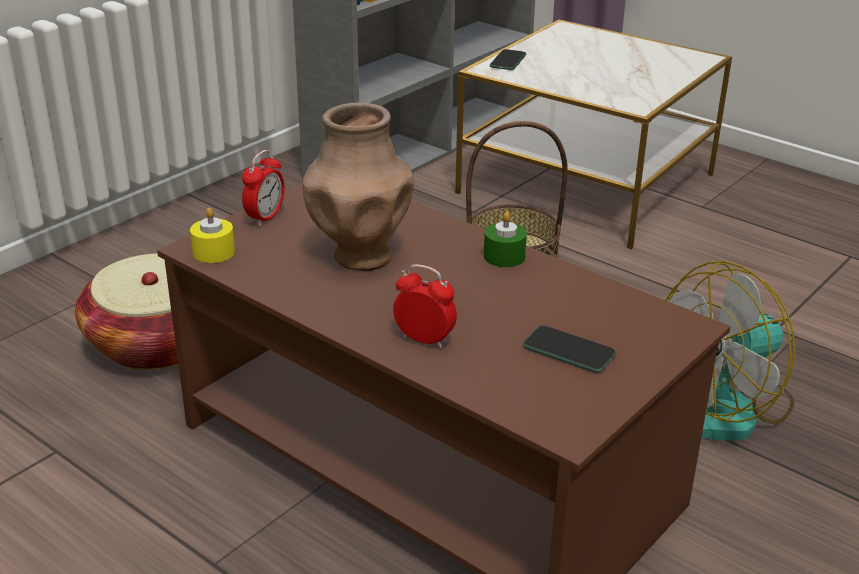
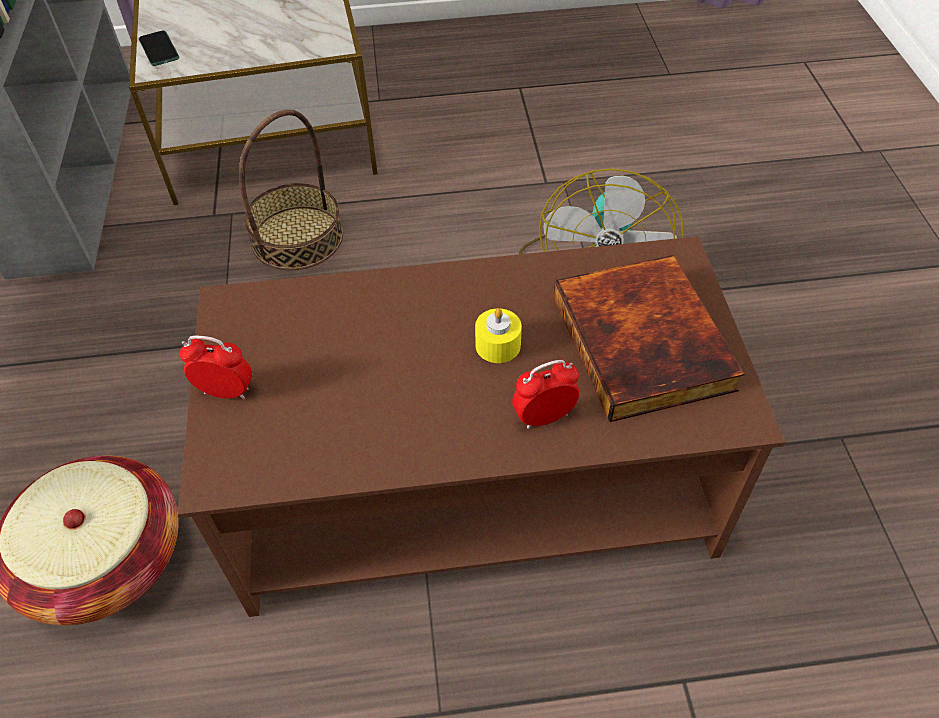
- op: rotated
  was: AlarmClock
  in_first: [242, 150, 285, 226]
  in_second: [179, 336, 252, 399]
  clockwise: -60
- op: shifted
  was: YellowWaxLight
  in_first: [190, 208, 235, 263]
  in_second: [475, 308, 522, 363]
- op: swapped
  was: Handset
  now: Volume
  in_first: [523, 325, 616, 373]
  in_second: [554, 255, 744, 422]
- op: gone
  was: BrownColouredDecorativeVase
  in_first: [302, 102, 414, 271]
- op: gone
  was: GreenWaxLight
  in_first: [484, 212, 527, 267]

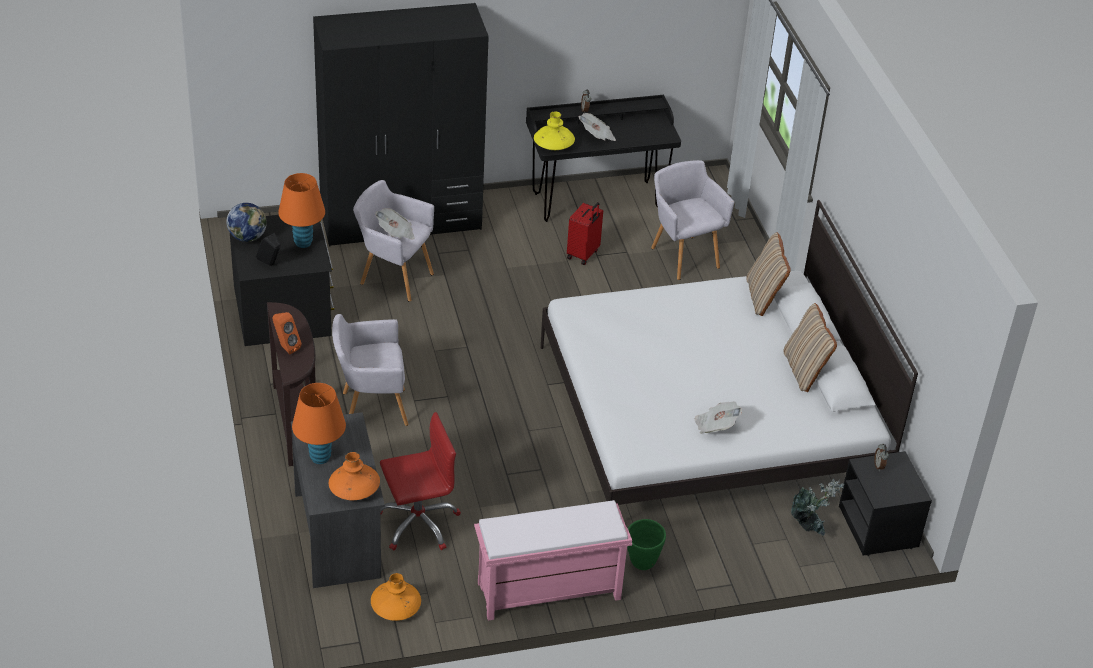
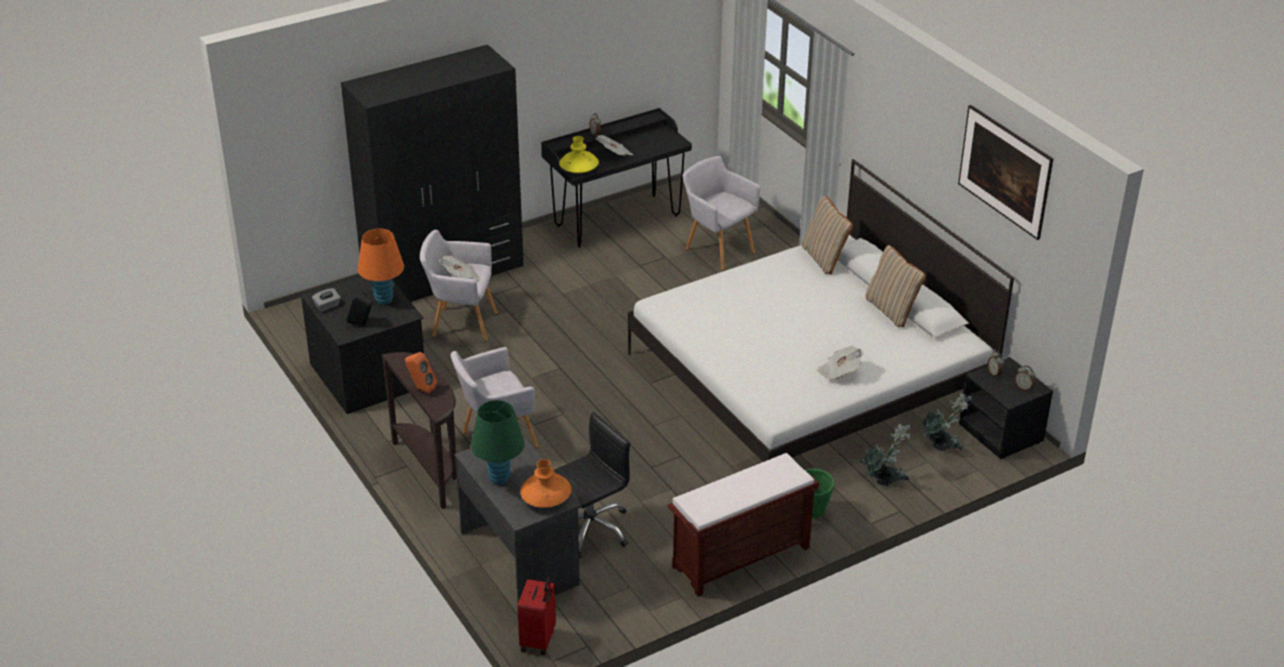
- op: swapped
  was: Globe
  now: GrayTissueHolder
  in_first: [227, 203, 267, 242]
  in_second: [312, 288, 341, 312]
- op: repainted
  was: OrangeColouredTabletopLamp
  now: GreenTabletopLamp
  in_first: [292, 383, 346, 464]
  in_second: [471, 400, 525, 485]
- op: shifted
  was: RedPieceOfLuggage
  in_first: [567, 202, 603, 265]
  in_second: [517, 577, 556, 655]
- op: repainted
  was: RedOfficeChair
  now: BlackishOfficeChair
  in_first: [380, 412, 461, 550]
  in_second: [554, 412, 630, 558]
- op: repainted
  was: PinkColouredBench
  now: BrownColouredBench
  in_first: [474, 500, 632, 621]
  in_second: [668, 453, 819, 597]
- op: new
  now: Houseplant
  in_second: [860, 424, 911, 486]
- op: new
  now: WallPicture
  in_second: [958, 105, 1053, 240]
- op: new
  now: AlarmClock
  in_second: [1015, 365, 1035, 391]
- op: gone
  was: OrangeColouredDecorativeVase
  in_first: [371, 573, 421, 621]

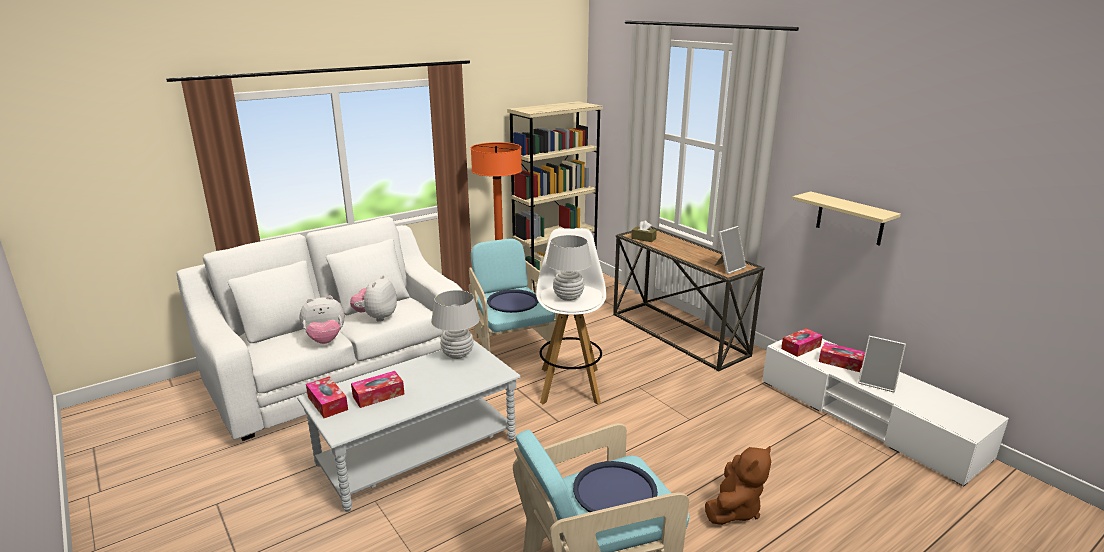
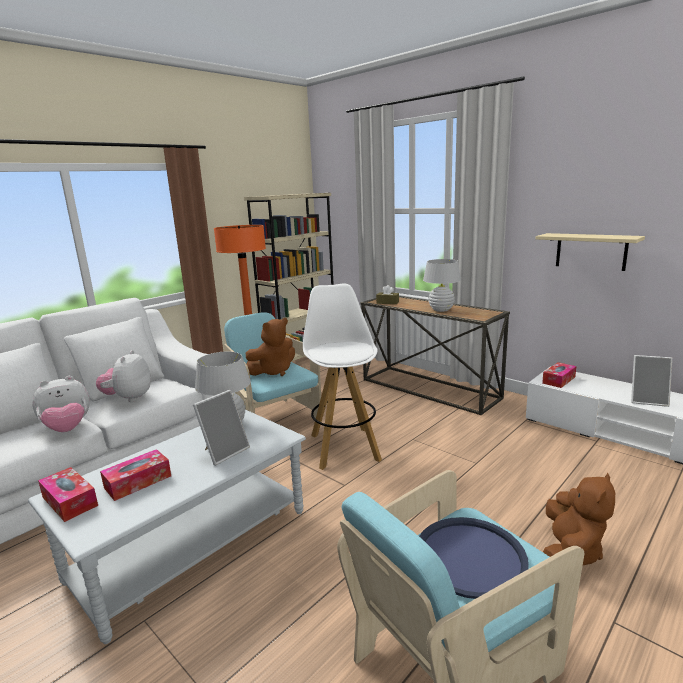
- op: shifted
  was: StandingFrame
  in_first: [714, 226, 746, 274]
  in_second: [193, 390, 250, 466]
- op: swapped
  was: BlueColouredServingTray
  now: BrownColouredSoftToy
  in_first: [487, 289, 538, 313]
  in_second: [246, 318, 295, 376]
- op: shifted
  was: WhiteTabletopLamp
  in_first: [546, 235, 592, 301]
  in_second: [423, 259, 461, 312]
- op: gone
  was: TissueHolder
  in_first: [819, 342, 865, 372]

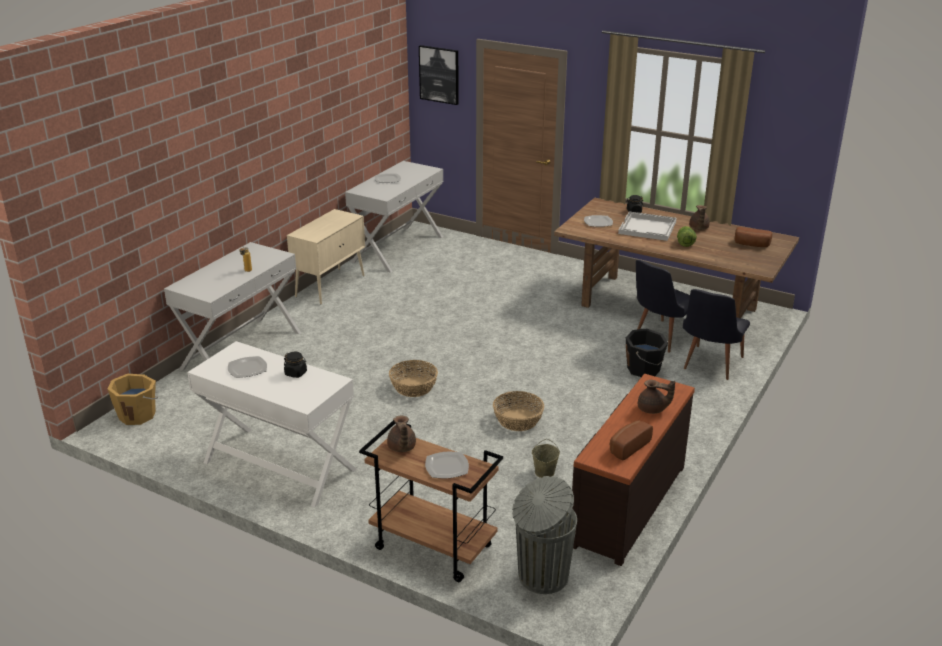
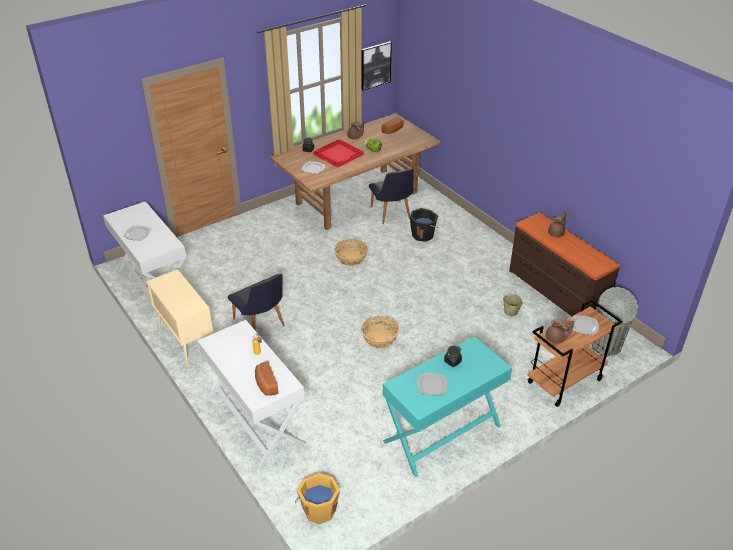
- op: shifted
  was: BlackishPlainChair
  in_first: [683, 289, 750, 380]
  in_second: [228, 274, 285, 331]
- op: shifted
  was: BakeryBread
  in_first: [610, 420, 653, 460]
  in_second: [255, 361, 278, 396]
- op: repainted
  was: WhiteServingTray
  now: RedServingTray
  in_first: [618, 212, 677, 241]
  in_second: [313, 139, 364, 168]
- op: shifted
  was: HouseholdBasket
  in_first: [493, 391, 545, 431]
  in_second: [334, 239, 368, 266]
- op: shifted
  was: WallPicture
  in_first: [419, 45, 459, 105]
  in_second: [362, 41, 392, 91]
- op: repainted
  was: WhiteDeskTable
  now: TurquoiseDeskTable
  in_first: [187, 341, 357, 508]
  in_second: [382, 336, 512, 477]

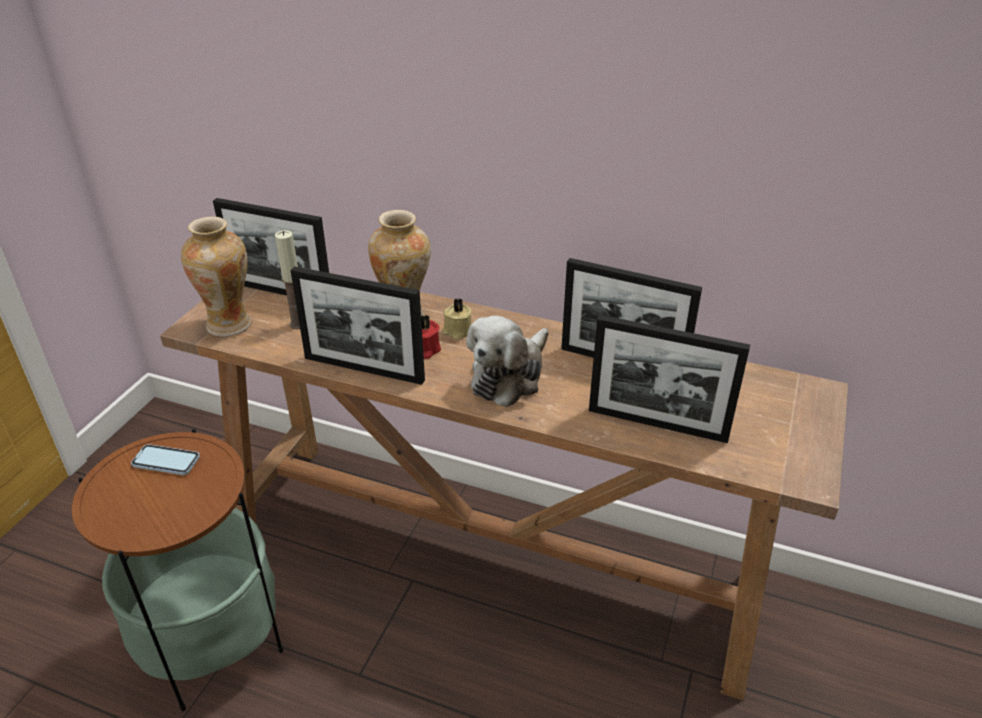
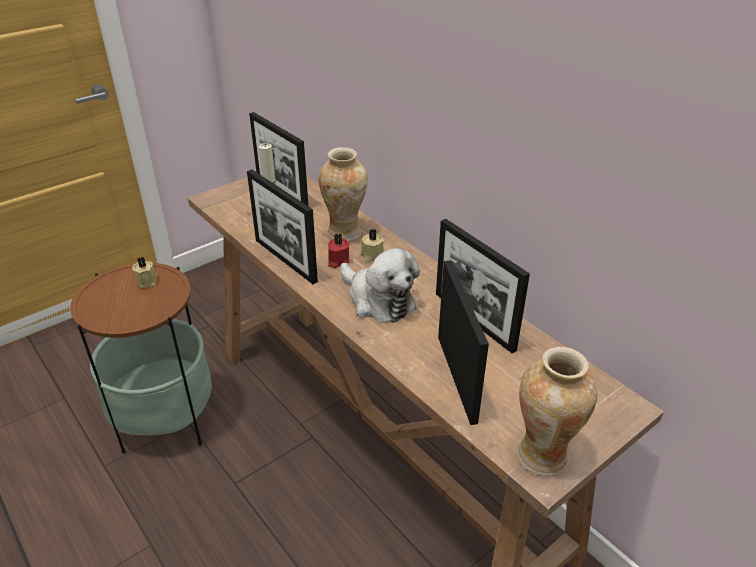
- op: swapped
  was: Handset
  now: SandColouredWaxLight
  in_first: [131, 444, 200, 475]
  in_second: [132, 257, 157, 289]
- op: rotated
  was: SoftToy
  in_first: [466, 316, 549, 407]
  in_second: [340, 248, 420, 323]
  clockwise: -105
- op: rotated
  was: StandingFrame
  in_first: [589, 315, 750, 443]
  in_second: [438, 260, 489, 425]
  clockwise: -150
- op: shifted
  was: DecorativeVase
  in_first: [181, 217, 251, 337]
  in_second: [517, 347, 598, 477]

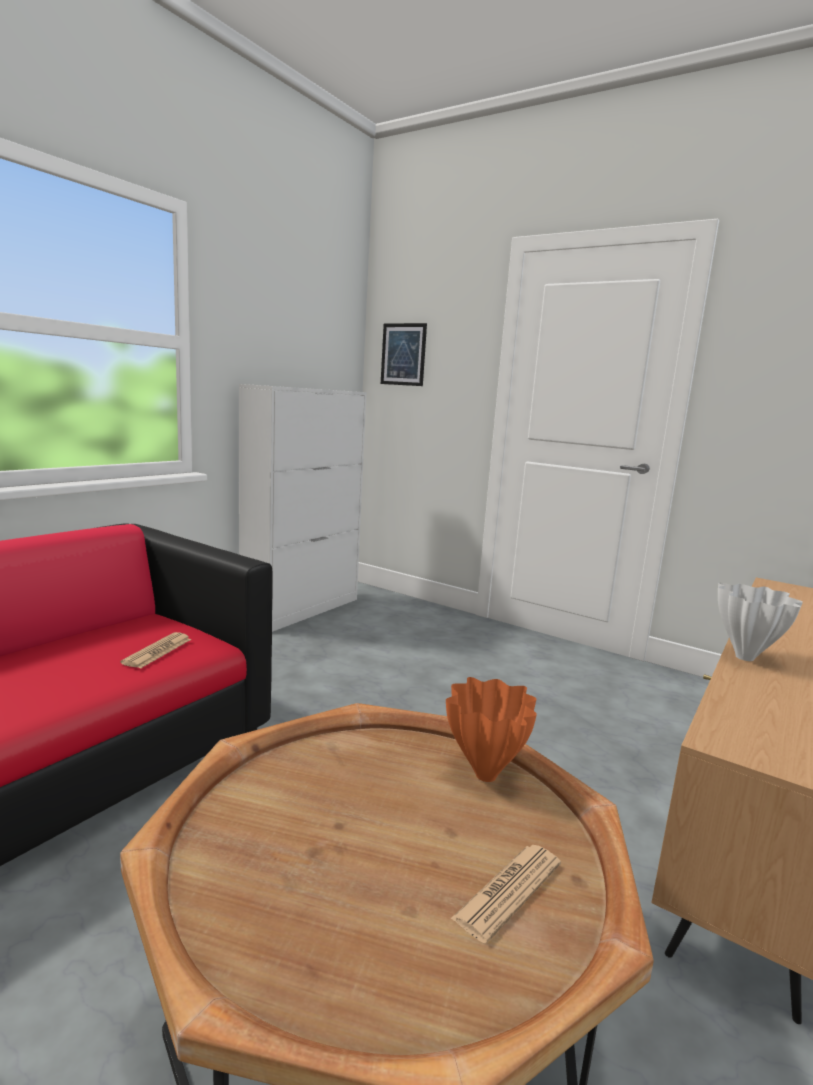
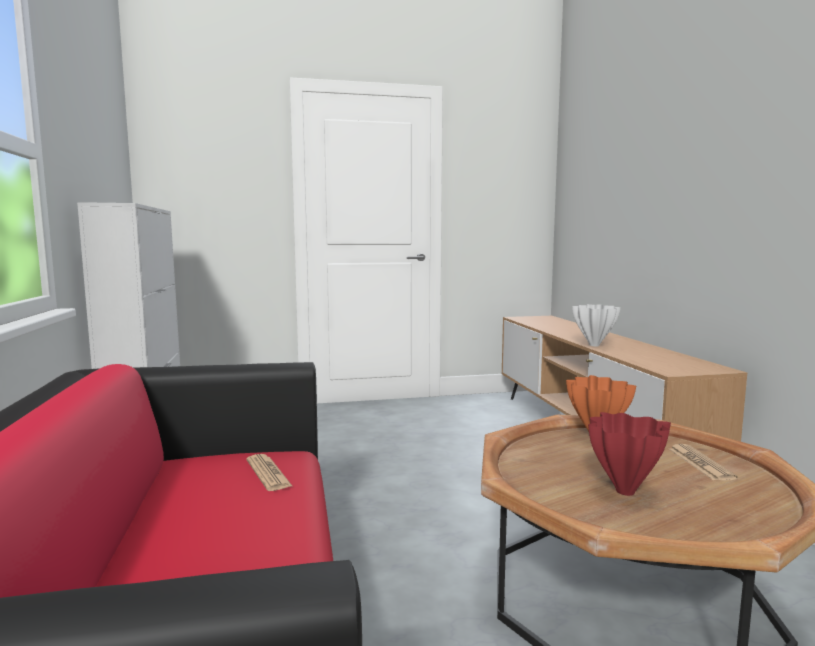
- op: new
  now: RedDecorativeVase
  in_second: [588, 412, 671, 496]
- op: gone
  was: WallPicture
  in_first: [381, 323, 427, 386]

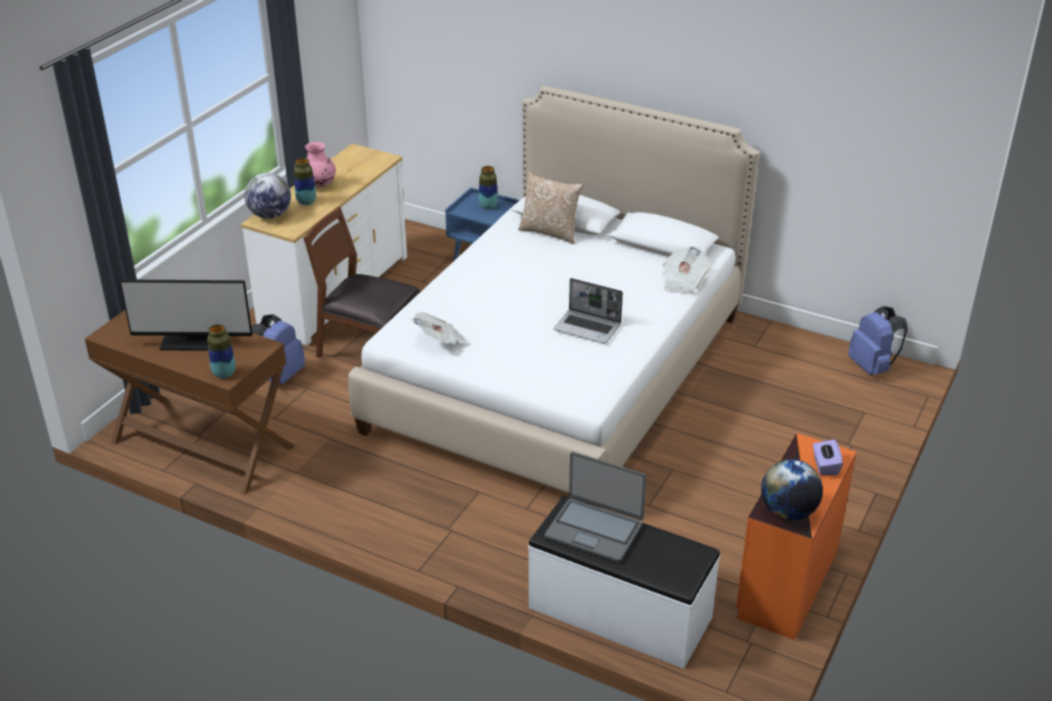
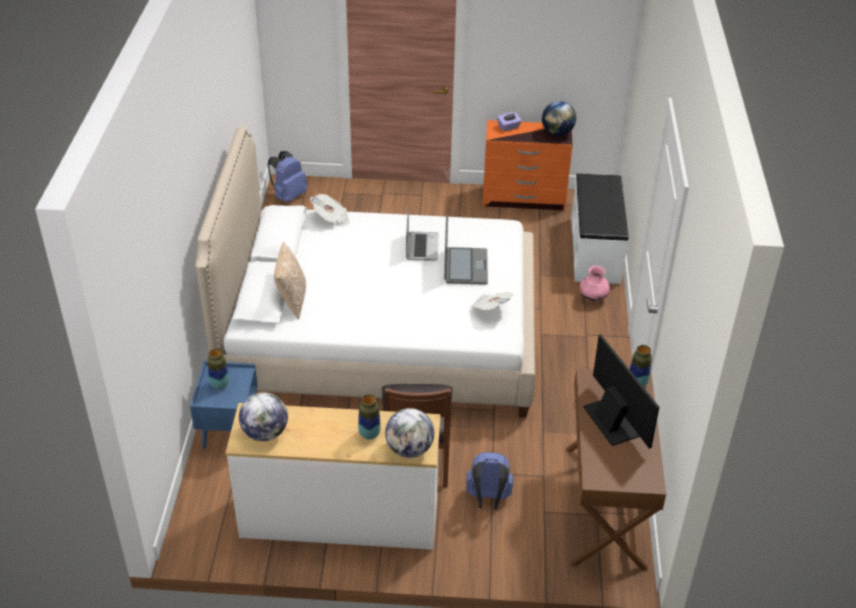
- op: new
  now: Globe
  in_second: [239, 392, 288, 441]
- op: shifted
  was: Laptop
  in_first: [545, 452, 647, 562]
  in_second: [444, 215, 488, 285]
- op: shifted
  was: PinkColouredDecorativeVase
  in_first: [305, 142, 336, 188]
  in_second: [580, 266, 610, 301]

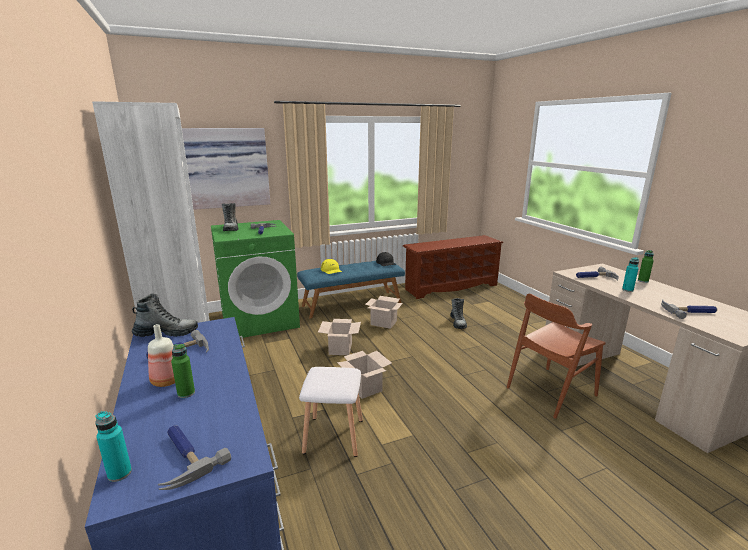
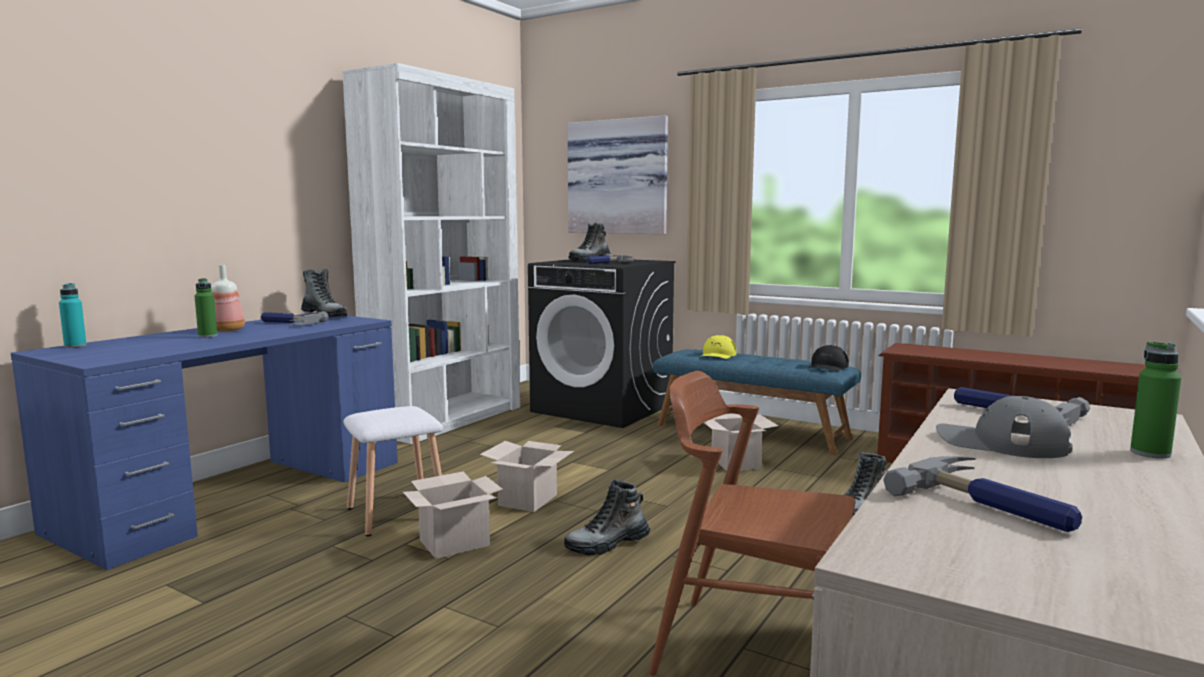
- op: shifted
  was: CardboardBox
  in_first: [318, 319, 361, 355]
  in_second: [403, 471, 503, 559]
- op: repainted
  was: GreenLaundryMachine
  now: BlackishLaundryMachine
  in_first: [211, 220, 300, 338]
  in_second: [528, 259, 676, 428]
- op: new
  now: TallBoot
  in_second: [564, 479, 650, 555]
- op: swapped
  was: TurquoiseBottle
  now: GrayPeakedCap
  in_first: [622, 257, 639, 292]
  in_second: [936, 396, 1073, 458]
- op: gone
  was: Hammer
  in_first: [158, 425, 231, 490]

